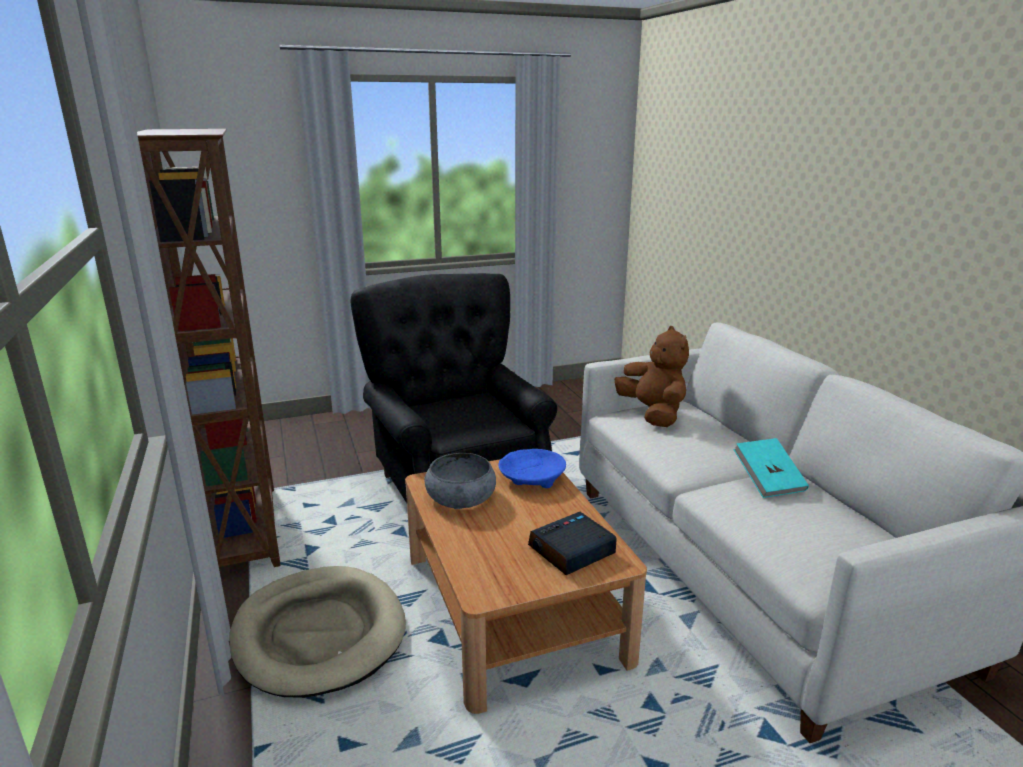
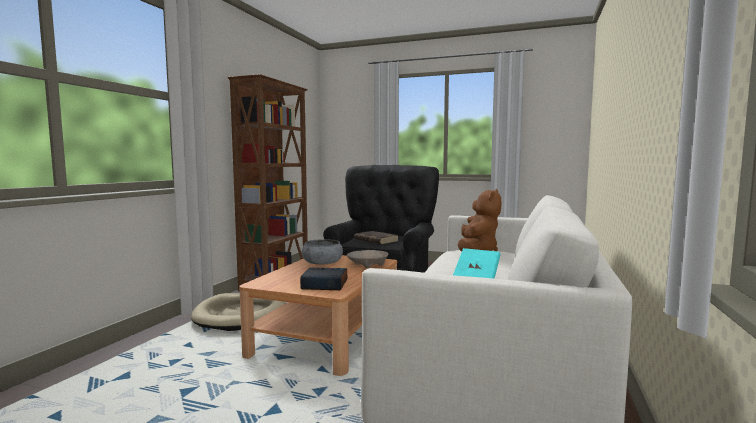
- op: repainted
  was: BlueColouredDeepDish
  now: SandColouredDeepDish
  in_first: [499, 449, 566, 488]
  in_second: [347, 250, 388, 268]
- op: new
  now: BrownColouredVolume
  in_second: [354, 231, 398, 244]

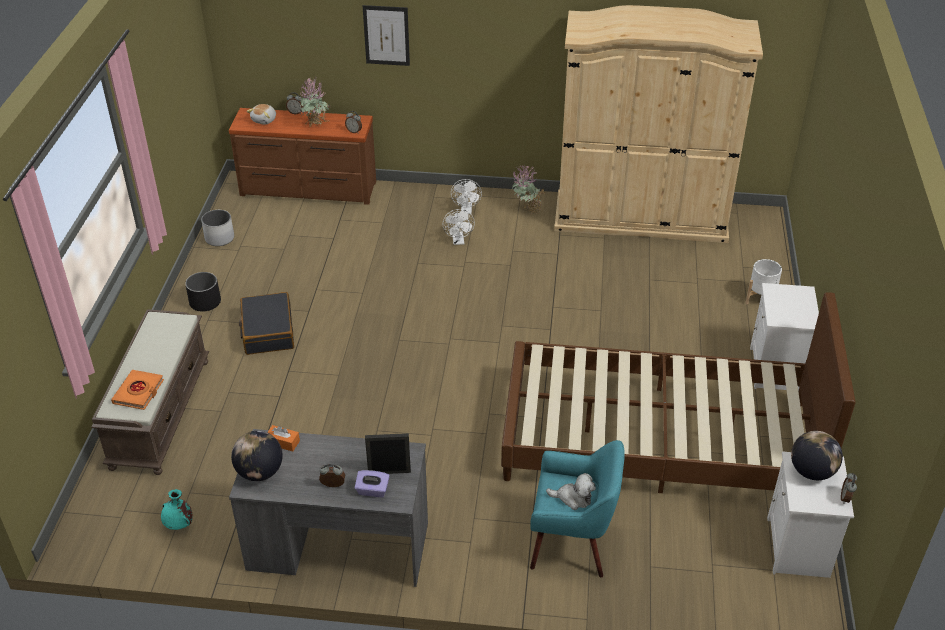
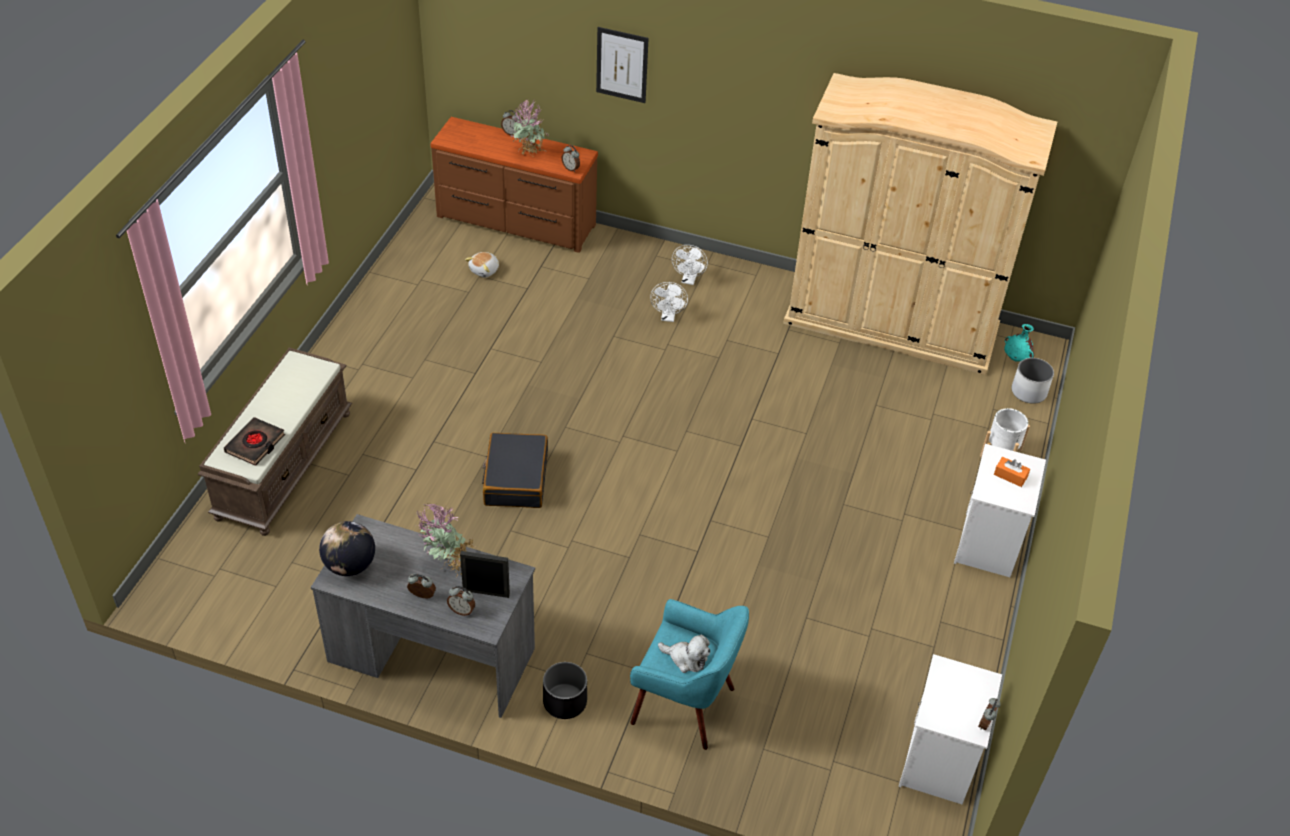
- op: repainted
  was: OrangeColouredVolume
  now: BlackishVolume
  in_first: [111, 370, 164, 410]
  in_second: [224, 417, 285, 466]
- op: shifted
  was: Houseplant
  in_first: [512, 165, 546, 214]
  in_second: [416, 504, 475, 576]
- op: swapped
  was: PurpleColouredTissueHolder
  now: AlarmClock
  in_first: [355, 470, 390, 497]
  in_second: [447, 586, 475, 616]
- op: shifted
  was: SoftToy
  in_first: [247, 104, 276, 125]
  in_second: [465, 252, 499, 277]
- op: shifted
  was: BlackishPieceOfLuggage
  in_first: [239, 292, 294, 355]
  in_second: [482, 433, 548, 508]
- op: shifted
  was: BlackishPlantPot
  in_first: [185, 272, 221, 312]
  in_second: [543, 662, 587, 719]
- op: shifted
  was: OrangeColouredTissueHolder
  in_first: [267, 425, 300, 452]
  in_second: [994, 457, 1030, 487]
- op: shifted
  was: TurquoiseDecorativeVase
  in_first: [161, 489, 192, 530]
  in_second: [1004, 324, 1034, 362]
- op: shifted
  was: WhitePlantPot
  in_first: [201, 210, 234, 246]
  in_second: [1012, 358, 1054, 404]
- op: gone
  was: BrownColouredBedroomBed
  in_first: [501, 292, 856, 493]
- op: gone
  was: Globe
  in_first: [791, 431, 843, 480]

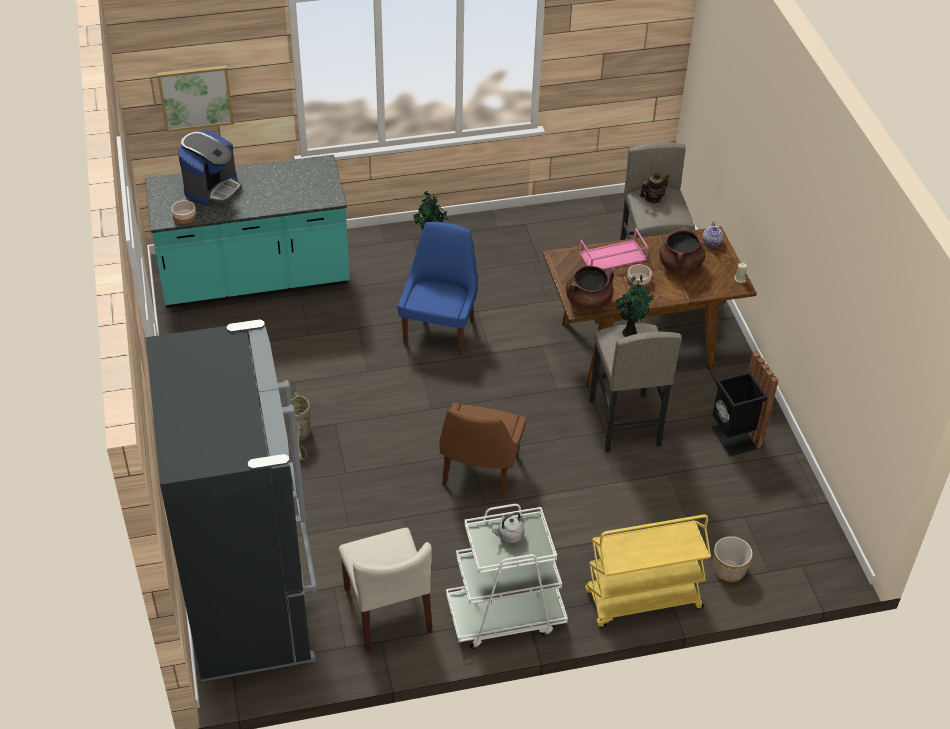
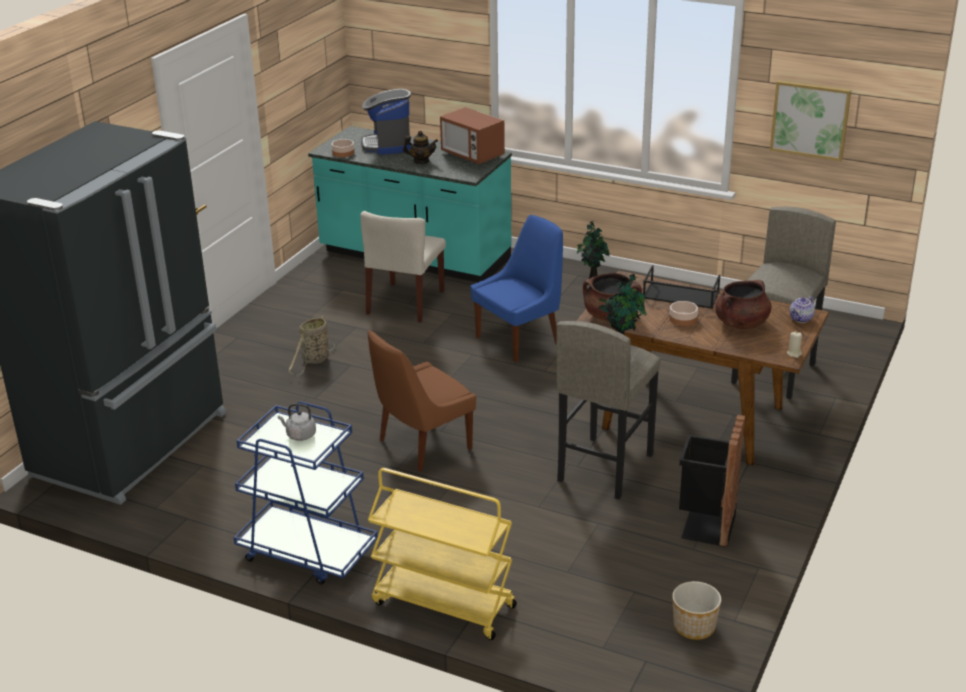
- op: repainted
  was: WhiteTrolley
  now: BlueColouredTrolley
  in_first: [446, 504, 568, 649]
  in_second: [234, 401, 378, 585]
- op: shifted
  was: SandColouredPlainChair
  in_first: [339, 528, 432, 651]
  in_second: [360, 211, 446, 323]
- op: rotated
  was: CoffeeMaker
  in_first: [178, 130, 242, 206]
  in_second: [361, 89, 411, 155]
  clockwise: 105
- op: shifted
  was: PotForTea
  in_first: [640, 172, 670, 203]
  in_second: [403, 131, 438, 164]
- op: new
  now: KitchenMicrowave
  in_second: [440, 107, 505, 164]
- op: repainted
  was: PinkColouredServingTray
  now: BlackishServingTray
  in_first: [579, 228, 649, 269]
  in_second: [643, 265, 720, 309]
- op: shifted
  was: PlantPot
  in_first: [713, 536, 753, 582]
  in_second: [672, 581, 721, 640]
- op: shifted
  was: WallPicture
  in_first: [157, 65, 234, 132]
  in_second: [770, 80, 851, 161]

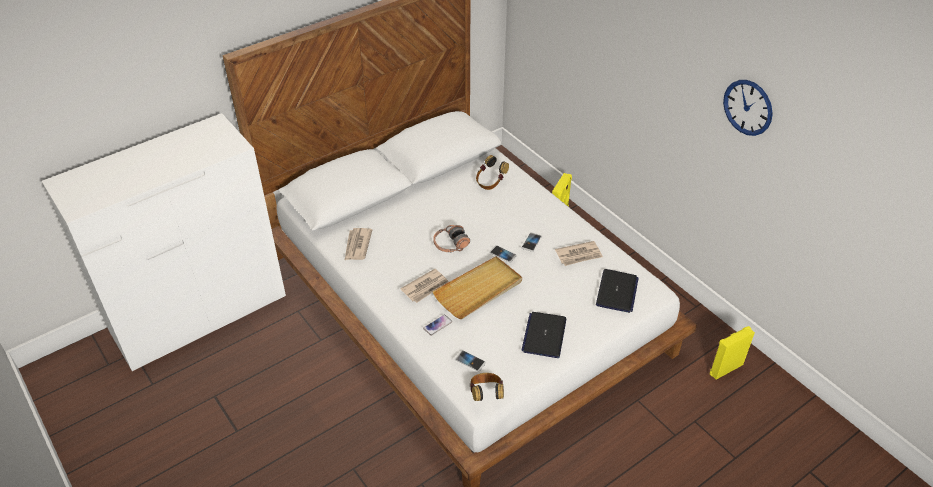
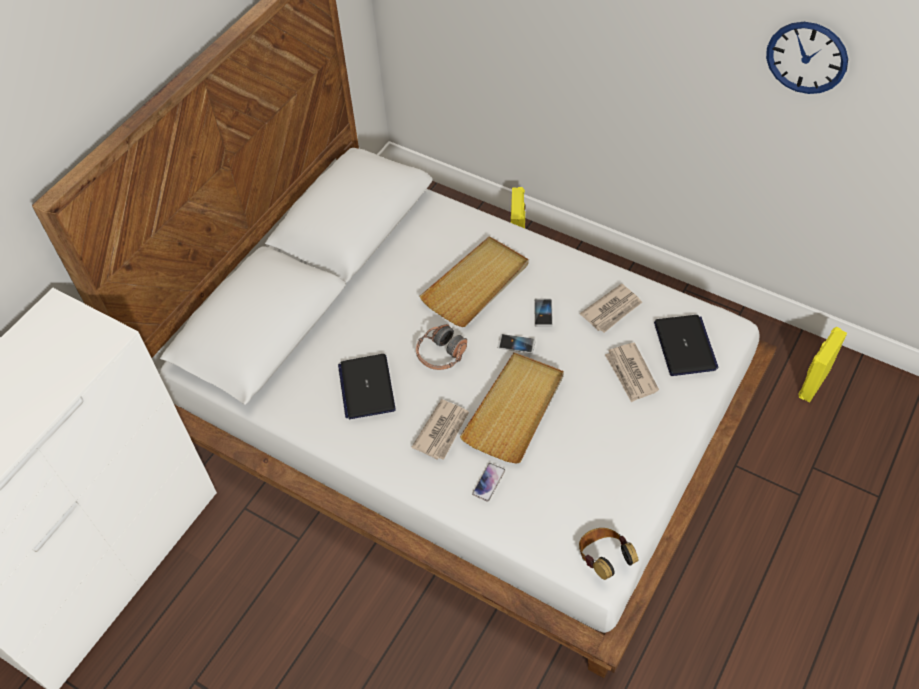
- op: shifted
  was: Laptop
  in_first: [521, 312, 566, 358]
  in_second: [338, 354, 396, 419]
- op: new
  now: SandColouredServingTray
  in_second: [420, 236, 529, 327]
- op: shifted
  was: DailyPaper
  in_first: [345, 228, 372, 260]
  in_second: [605, 343, 659, 403]
- op: gone
  was: Handset
  in_first: [455, 350, 486, 372]
- op: gone
  was: Headphones
  in_first: [476, 155, 509, 190]

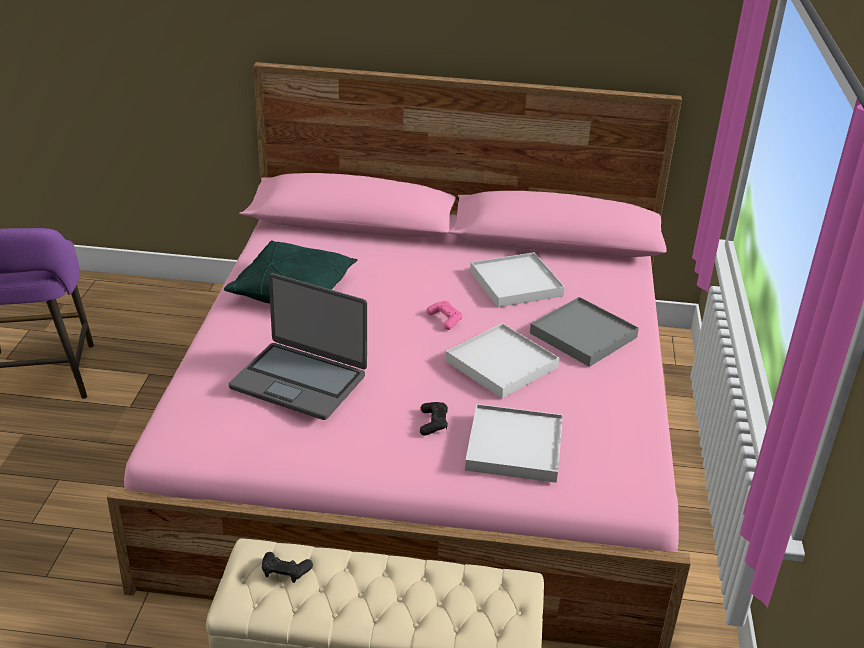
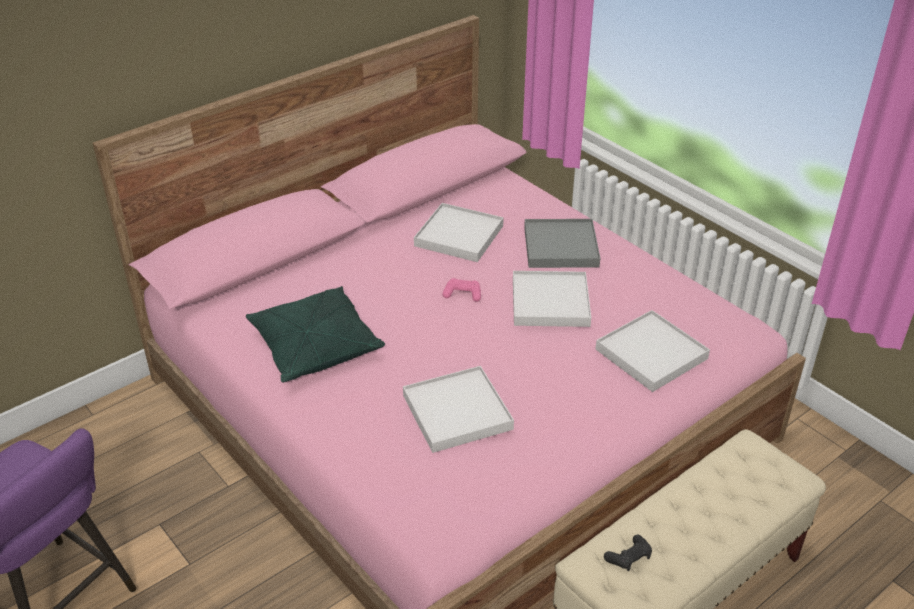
- op: swapped
  was: Laptop
  now: WhiteServingTray
  in_first: [229, 273, 367, 420]
  in_second: [403, 366, 514, 453]
- op: gone
  was: BlackishJoypad
  in_first: [420, 402, 448, 436]

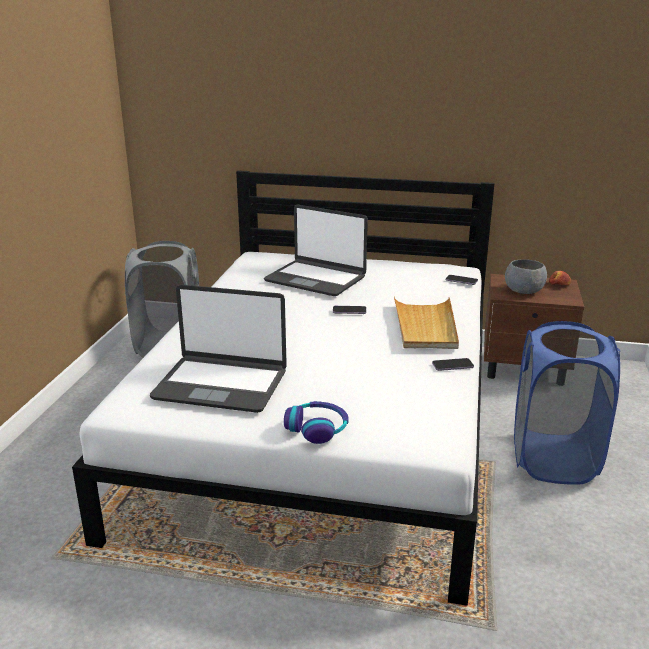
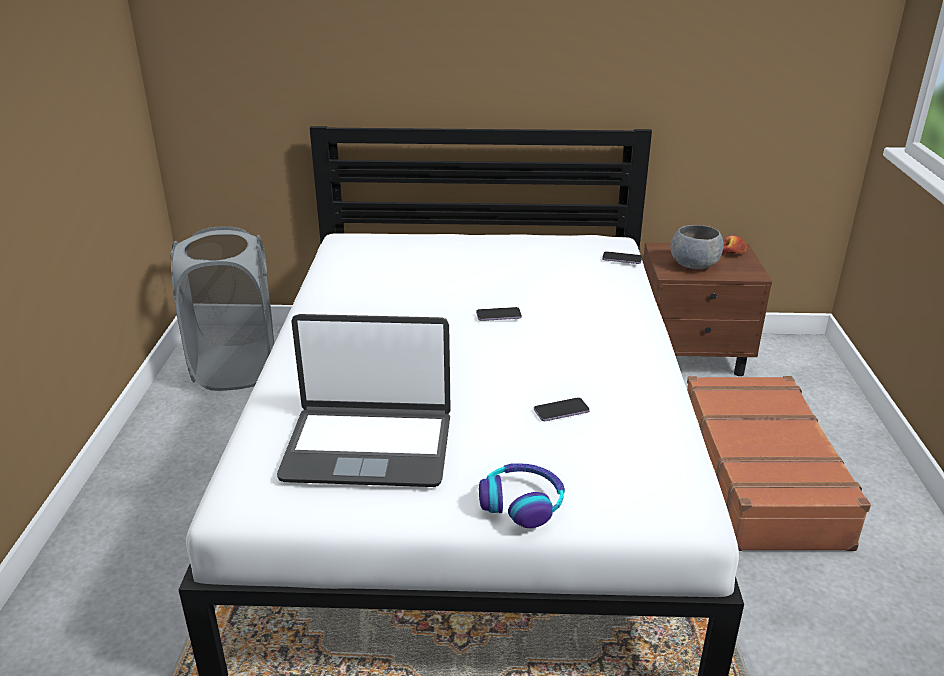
- op: shifted
  was: Handset
  in_first: [432, 358, 474, 371]
  in_second: [534, 397, 590, 421]
- op: swapped
  was: BlueColouredWashingBasket
  now: BrownColouredPieceOfLuggage
  in_first: [514, 321, 620, 485]
  in_second: [687, 376, 871, 551]
- op: gone
  was: Laptop
  in_first: [264, 205, 368, 296]
- op: gone
  was: SandColouredServingTray
  in_first: [394, 297, 459, 349]

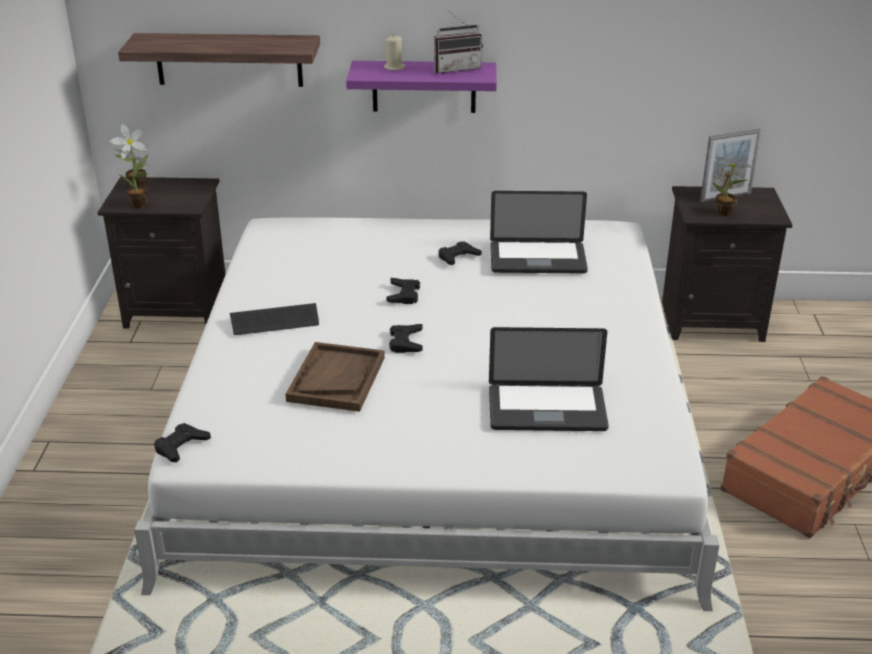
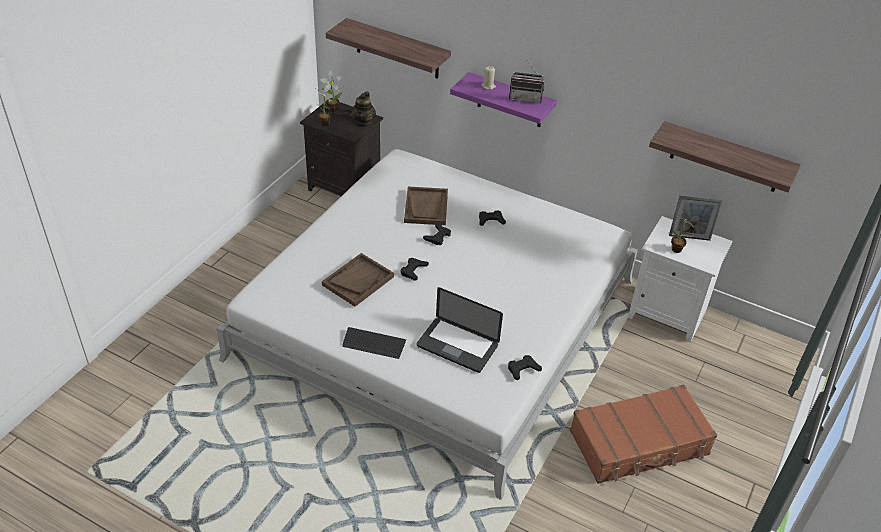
- op: shifted
  was: PcKeyboard
  in_first: [230, 303, 319, 335]
  in_second: [342, 327, 406, 359]
- op: new
  now: PotForTea
  in_second: [351, 91, 376, 127]
- op: new
  now: BrownColouredServingTray
  in_second: [404, 187, 448, 225]
- op: shifted
  was: BlackishJoypad
  in_first: [154, 423, 211, 462]
  in_second: [508, 355, 542, 380]
- op: repainted
  was: BlackishBedsideTable
  now: WhiteBedsideTable
  in_first: [662, 186, 793, 342]
  in_second: [628, 216, 733, 342]
- op: new
  now: BracketShelf
  in_second: [649, 121, 801, 192]
- op: gone
  was: Laptop
  in_first: [490, 191, 588, 274]

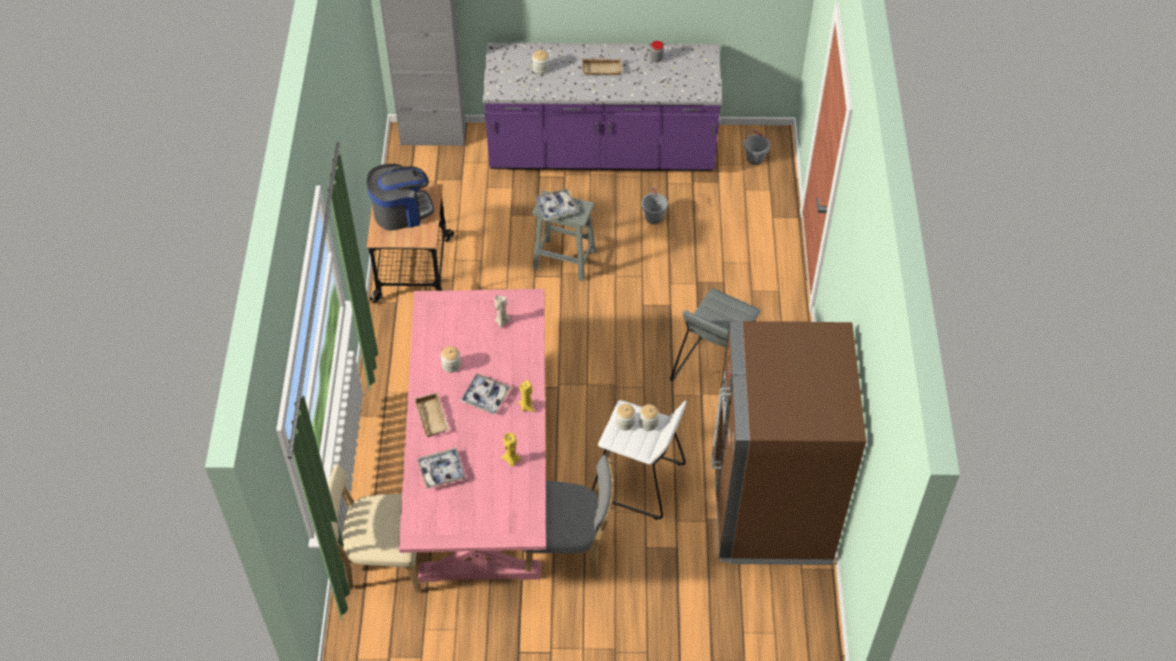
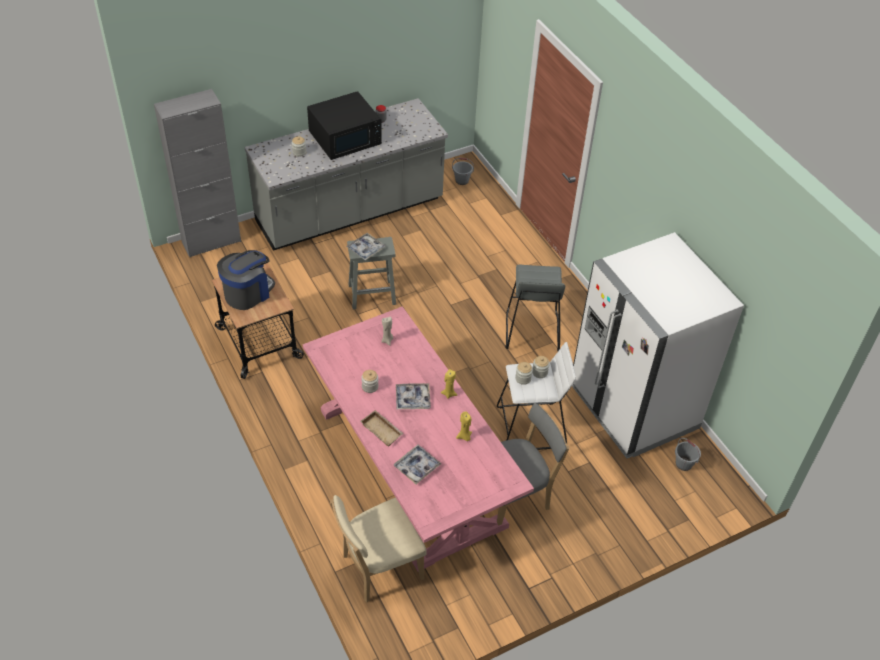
- op: repainted
  was: PurpleColouredKitchenBaseUnit
  now: GrayKitchenBaseUnit
  in_first: [483, 43, 722, 171]
  in_second: [244, 98, 448, 251]
- op: swapped
  was: SandColouredServingTray
  now: BlackishKitchenMicrowave
  in_first: [582, 58, 622, 75]
  in_second: [307, 91, 382, 160]
- op: repainted
  was: BrownColouredKitchenFridge
  now: WhiteKitchenFridge
  in_first: [711, 321, 866, 565]
  in_second: [572, 232, 744, 459]
- op: shifted
  was: GrayPail
  in_first: [641, 187, 668, 224]
  in_second: [675, 438, 701, 471]

